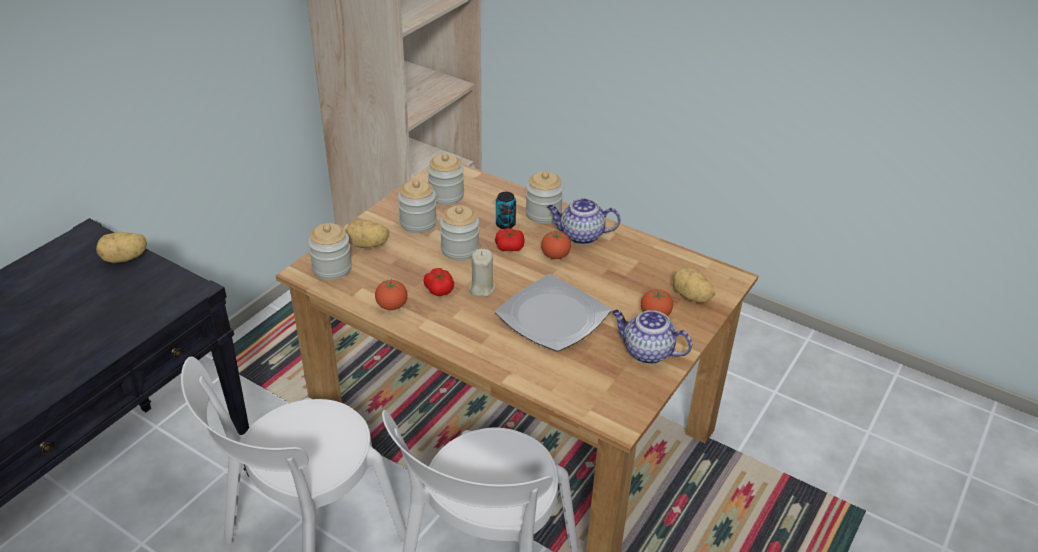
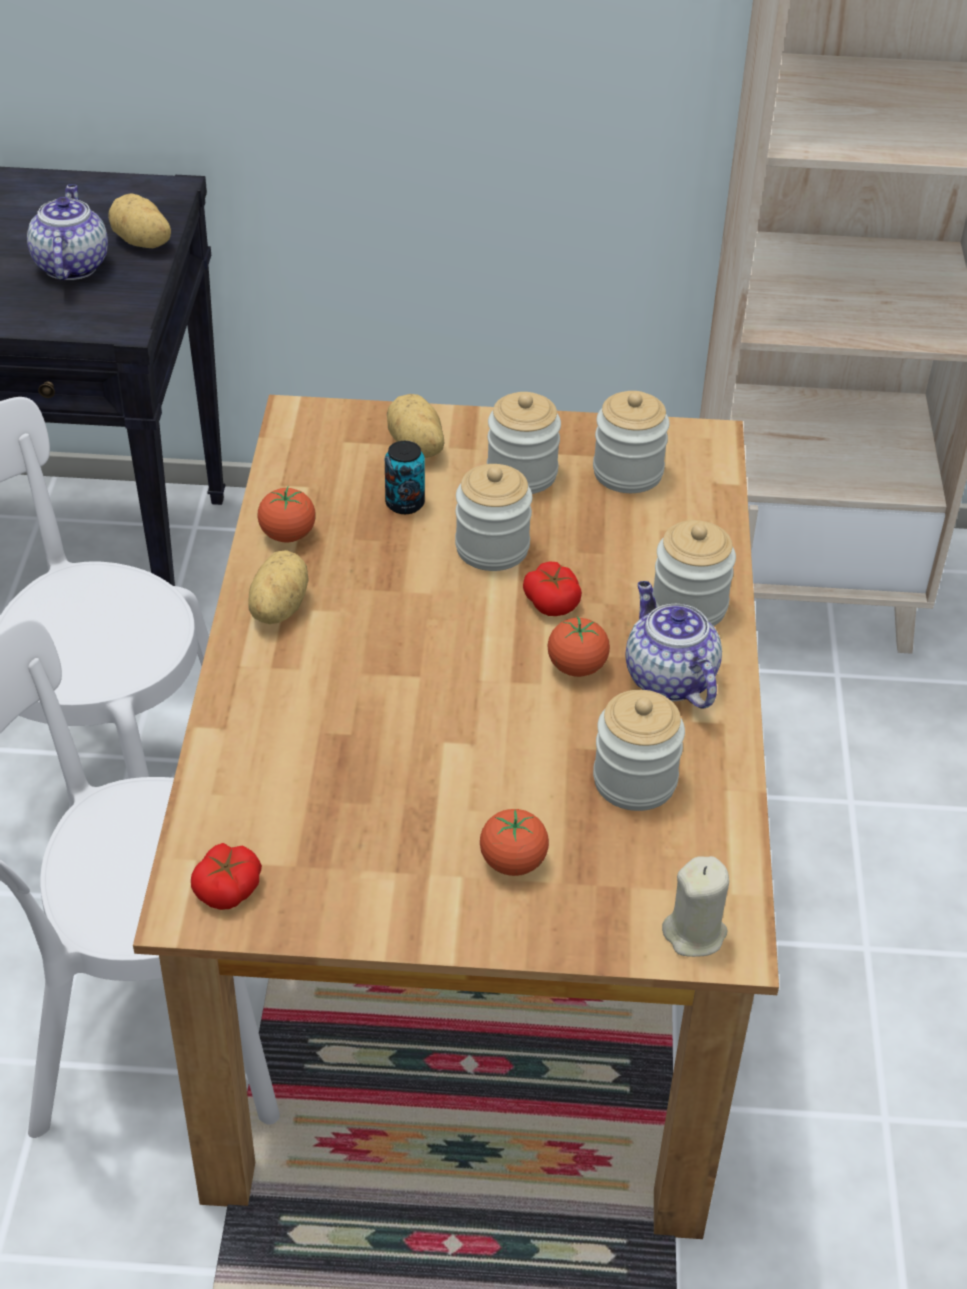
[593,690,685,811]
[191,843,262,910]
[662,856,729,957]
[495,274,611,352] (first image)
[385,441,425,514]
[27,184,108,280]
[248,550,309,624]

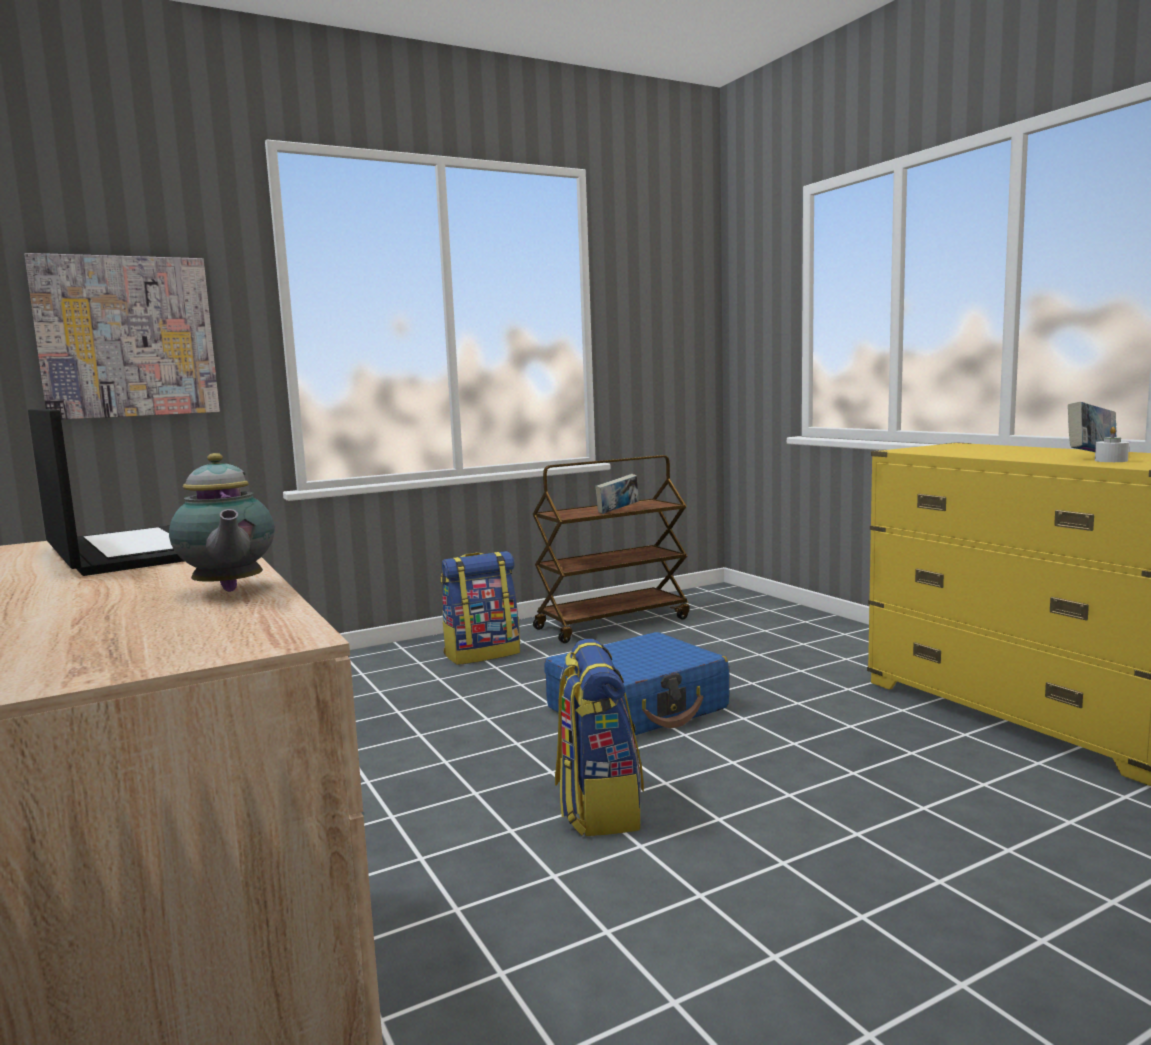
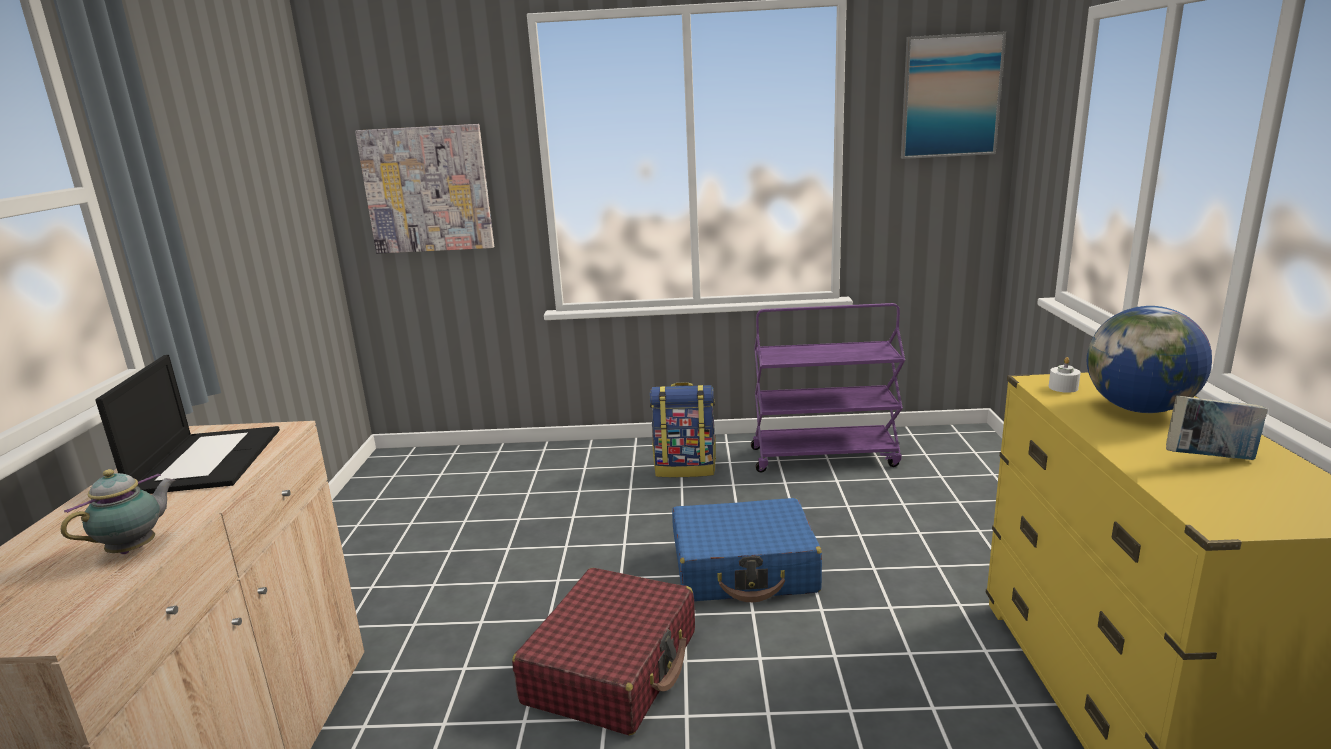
[60,469,176,554]
[751,303,905,472]
[512,568,695,736]
[595,474,639,514] (first image)
[1049,357,1081,393]
[901,31,1006,159]
[1087,306,1212,413]

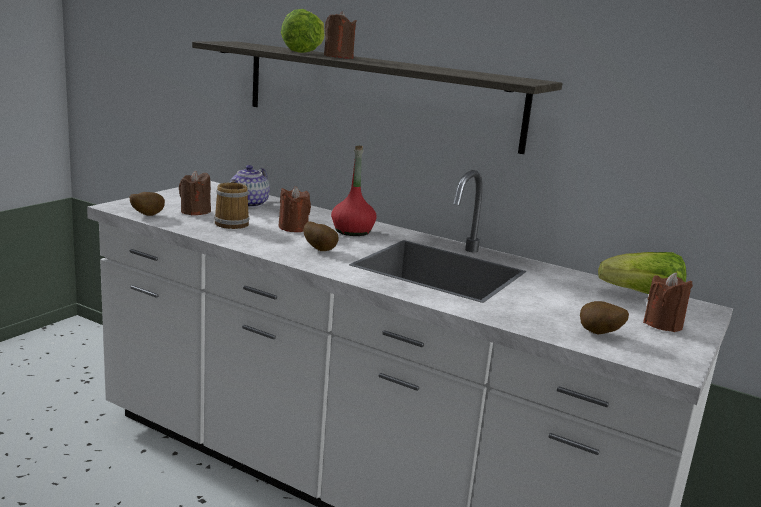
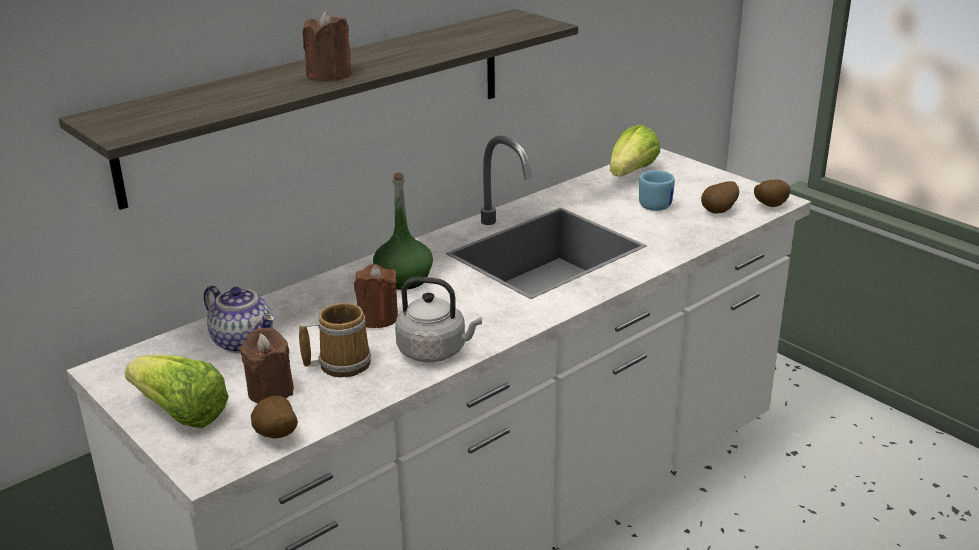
[124,355,229,428]
[754,180,791,207]
[373,173,433,290]
[643,272,693,332] (first image)
[395,277,482,362]
[639,170,675,211]

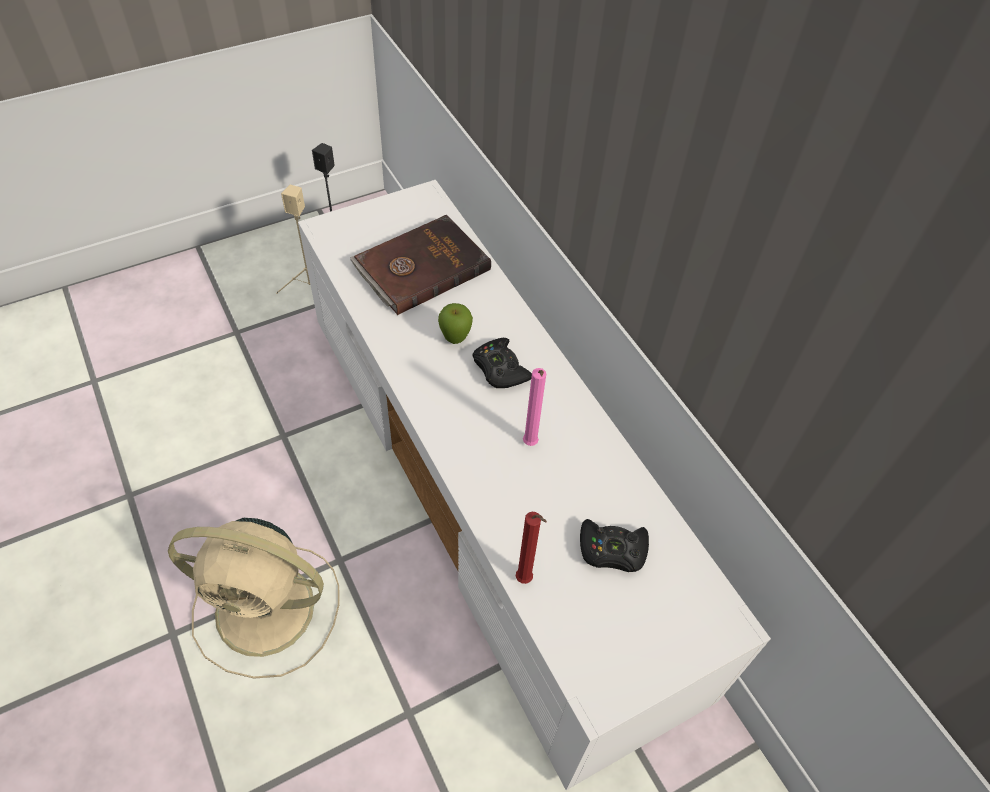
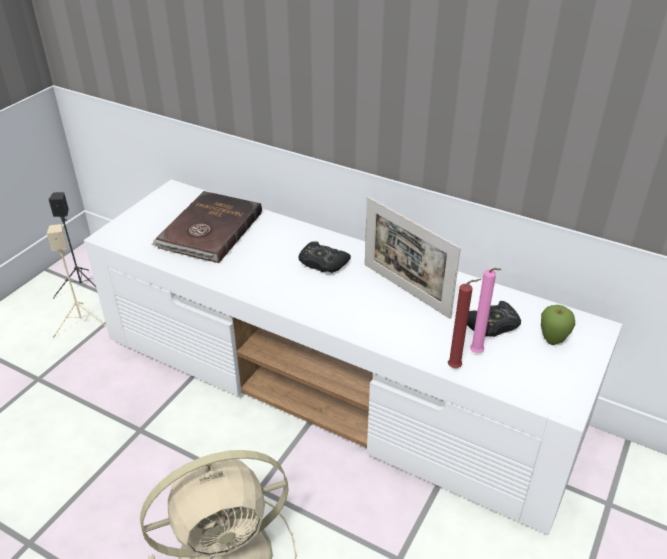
[541,305,575,345]
[470,268,501,353]
[365,196,461,319]

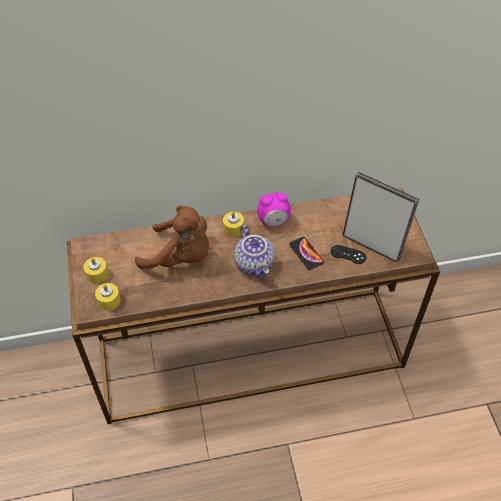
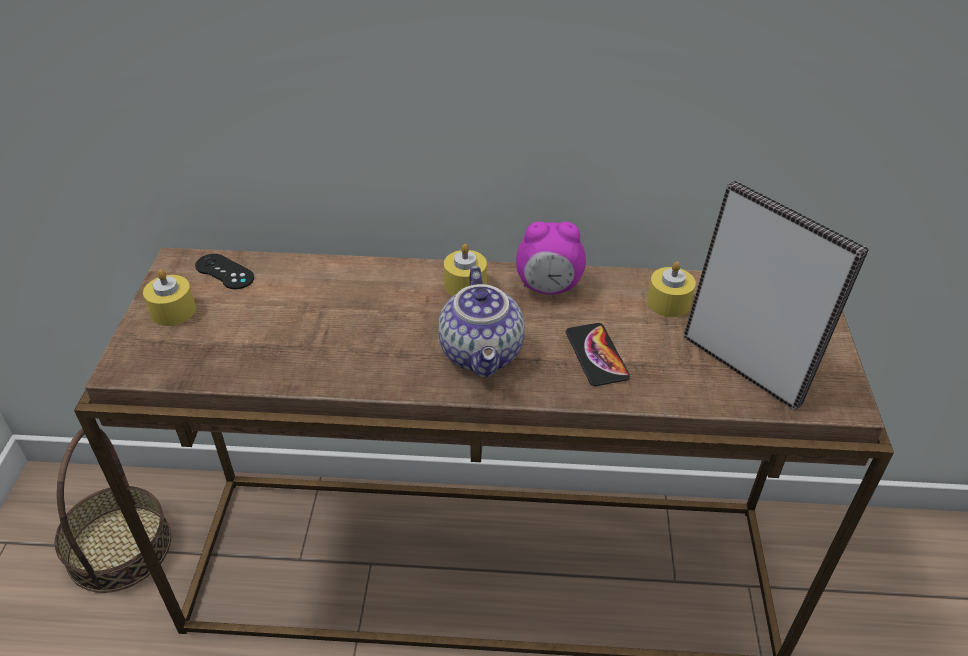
[647,262,696,317]
[135,205,209,269] (first image)
[195,254,254,289]
[55,429,171,593]

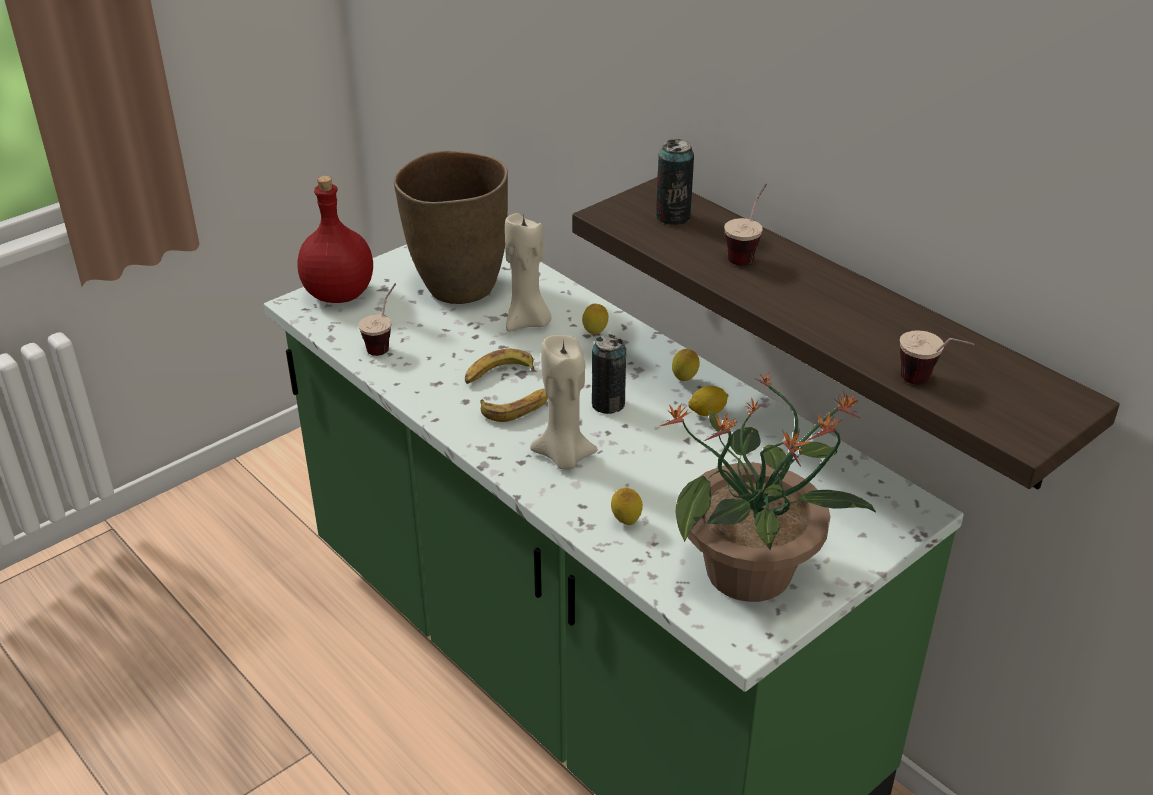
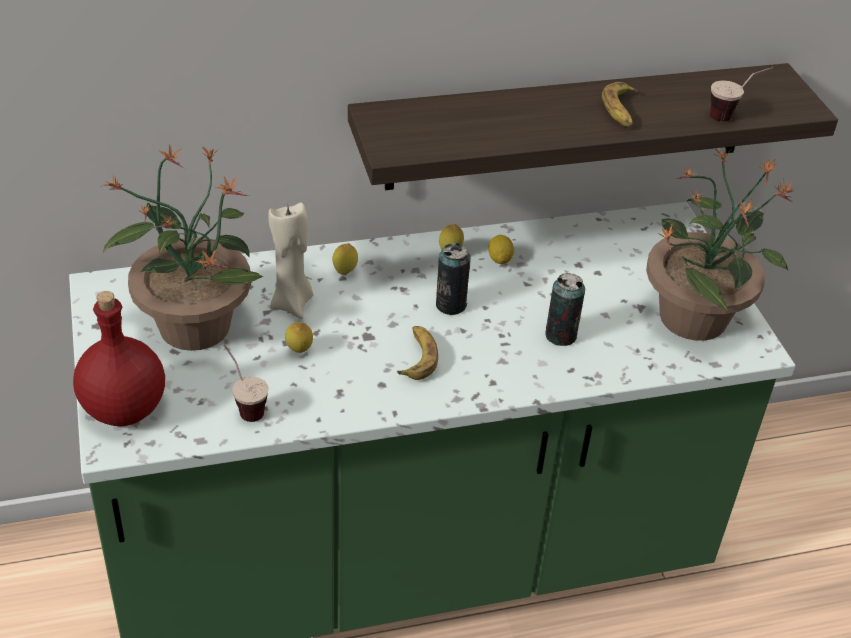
[102,144,263,351]
[602,82,638,127]
[530,335,598,470] (first image)
[285,322,313,353]
[545,273,585,346]
[724,183,767,266] (first image)

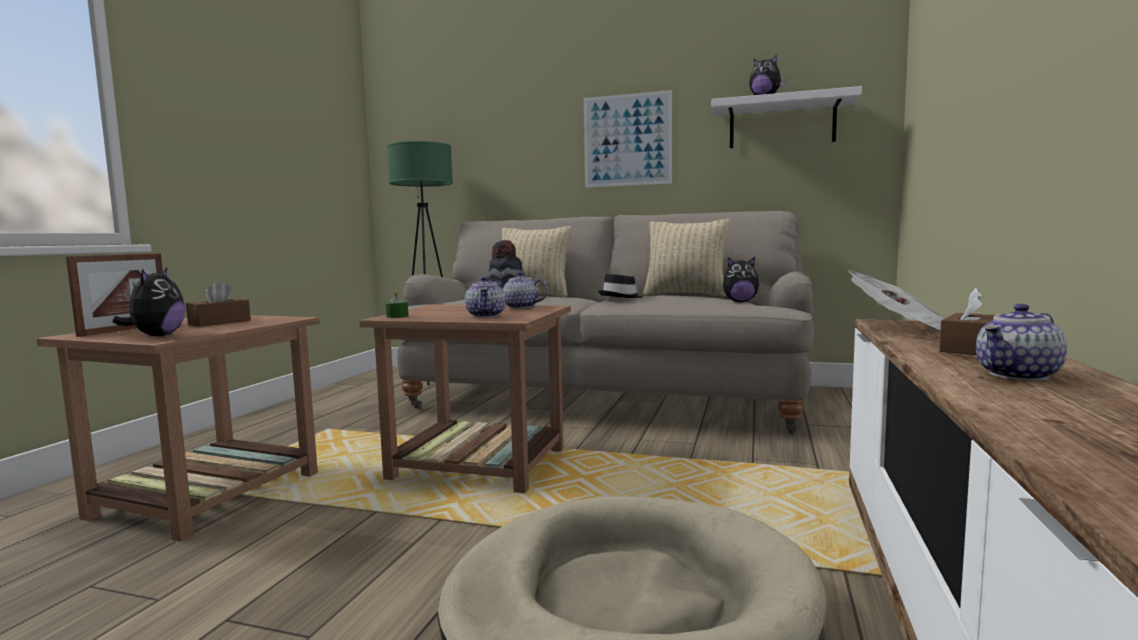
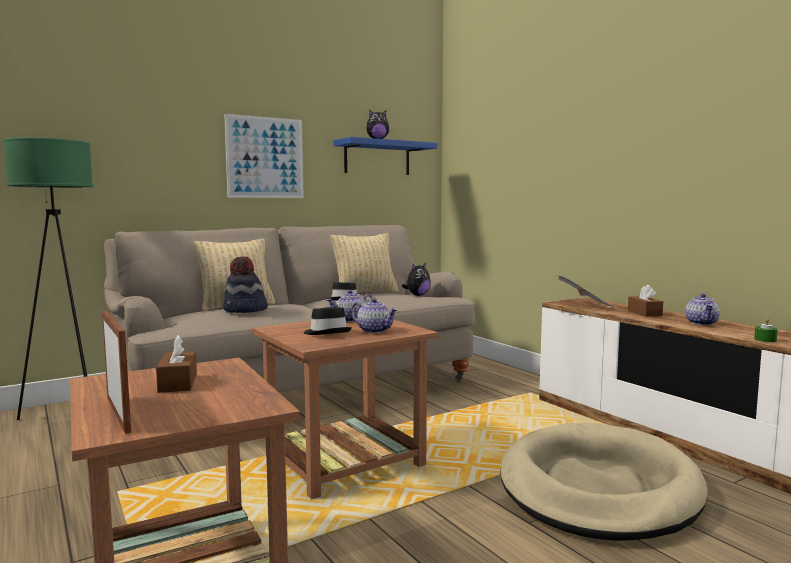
[112,268,185,336] (first image)
[754,318,778,343]
[334,137,437,175]
[304,307,352,335]

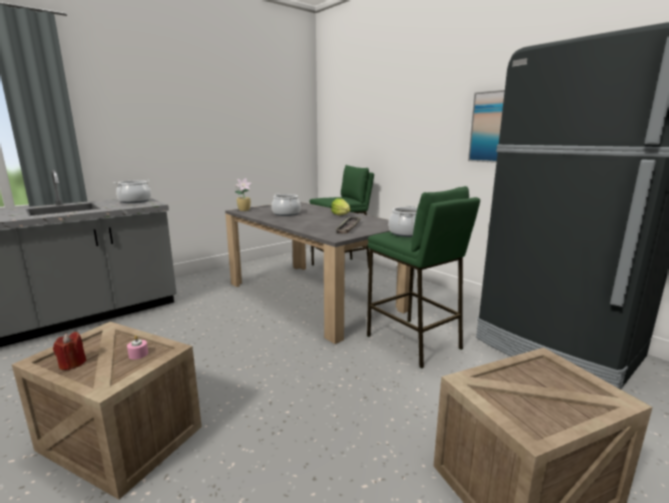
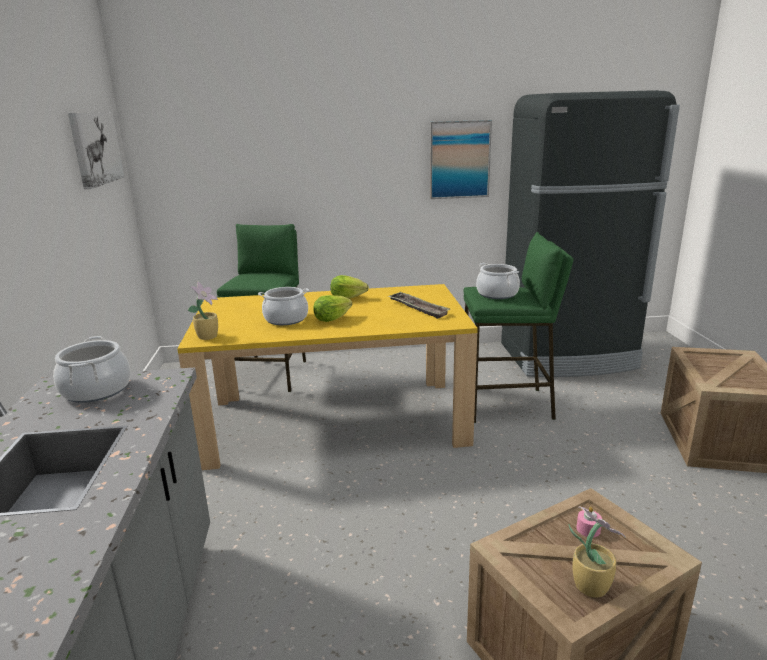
[568,506,625,598]
[177,284,478,470]
[68,112,124,189]
[313,295,352,322]

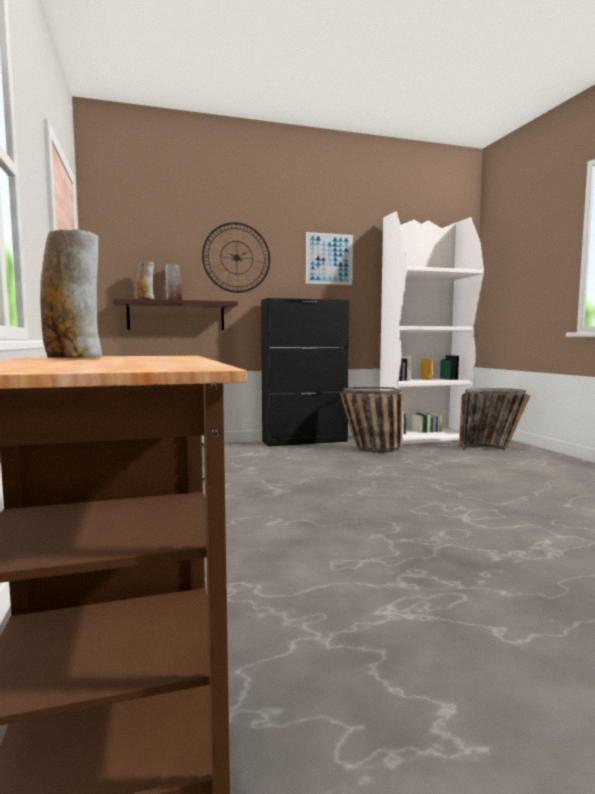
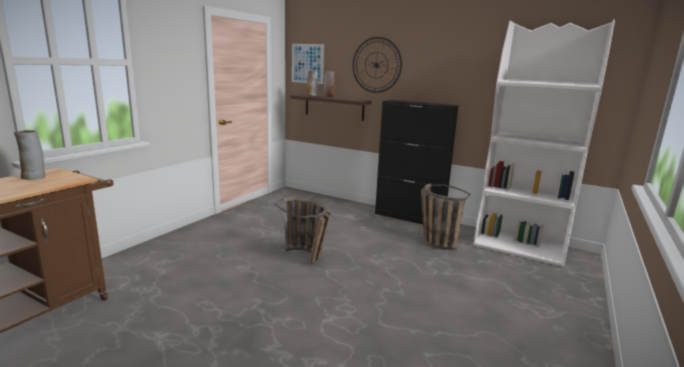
[292,44,324,84]
[275,197,330,265]

